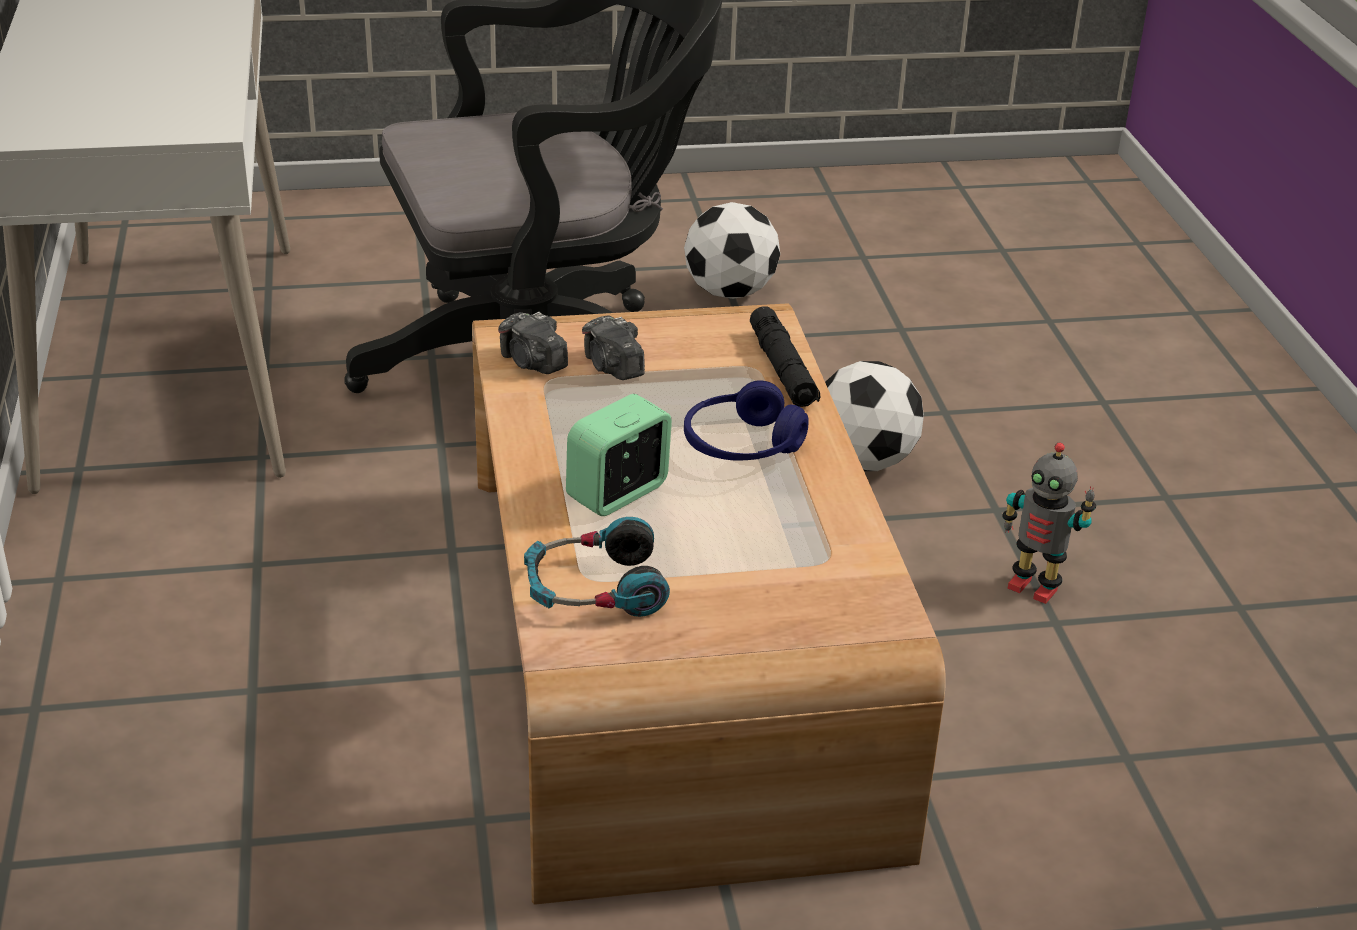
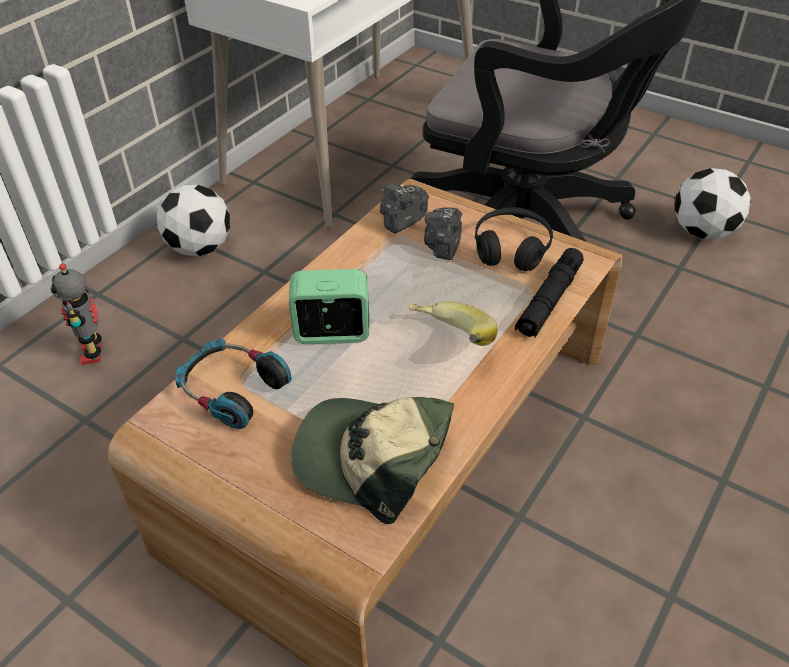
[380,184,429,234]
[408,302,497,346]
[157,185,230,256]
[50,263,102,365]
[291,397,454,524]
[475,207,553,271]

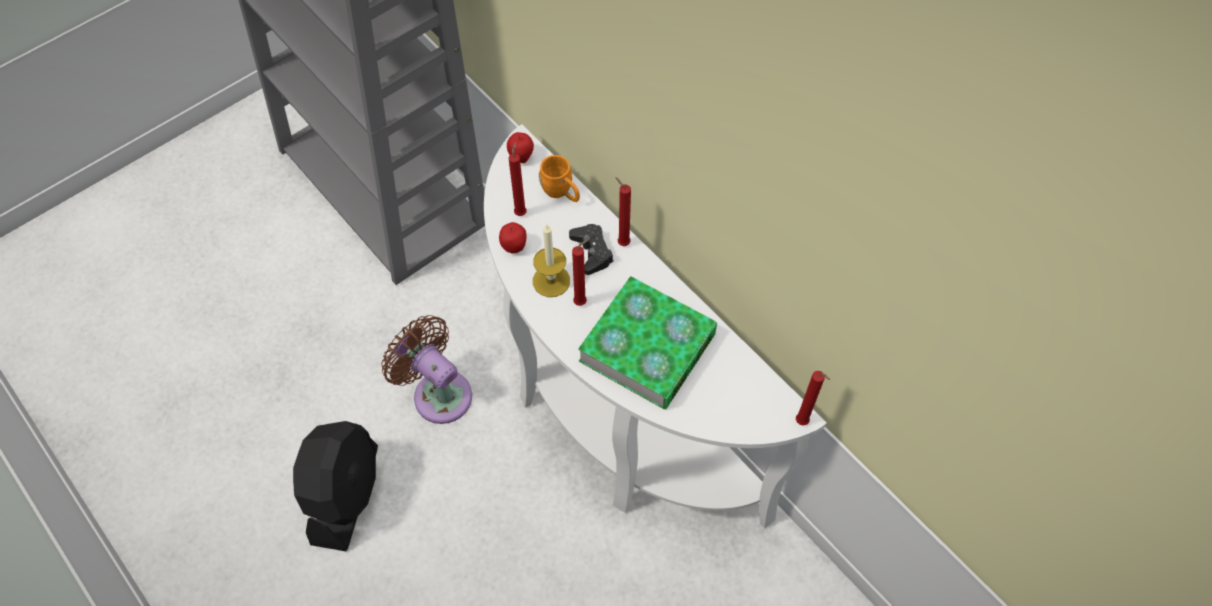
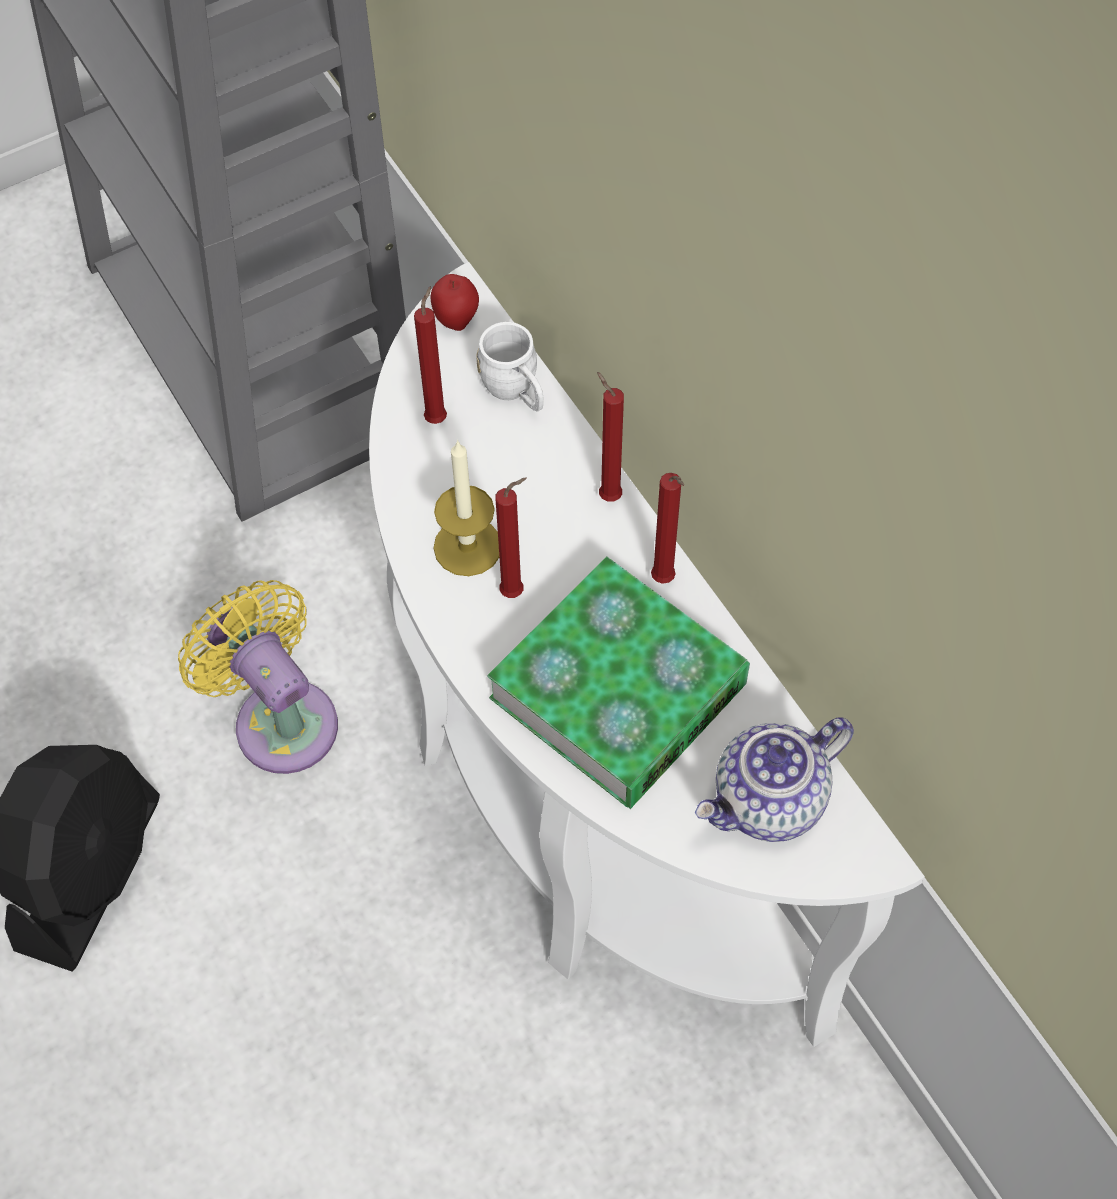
[178,580,338,774]
[499,222,527,254] (first image)
[476,322,544,412]
[569,224,614,275] (first image)
[651,473,684,584]
[695,718,854,842]

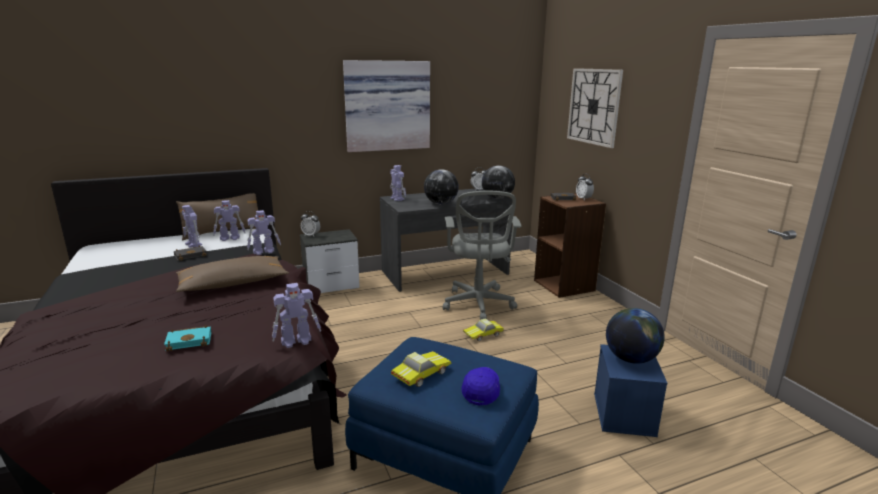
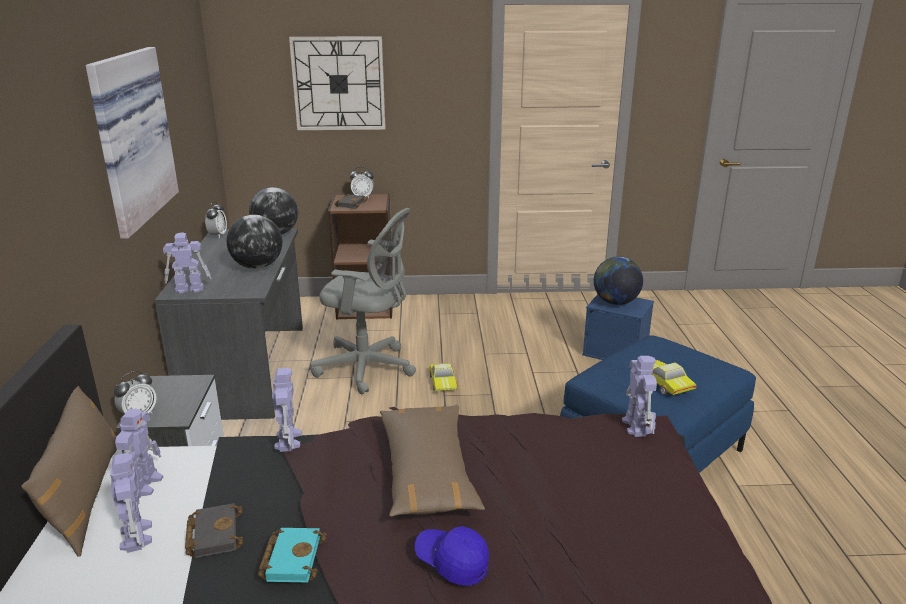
[258,528,327,582]
[110,453,152,553]
[415,526,489,586]

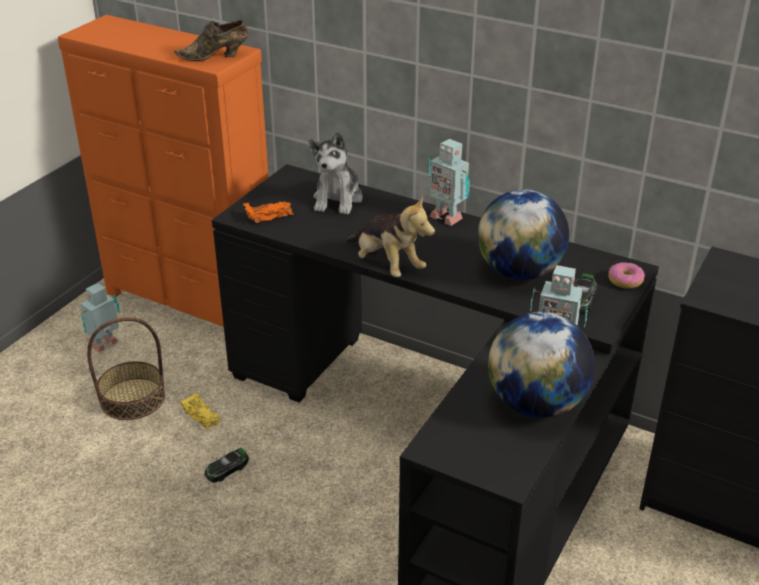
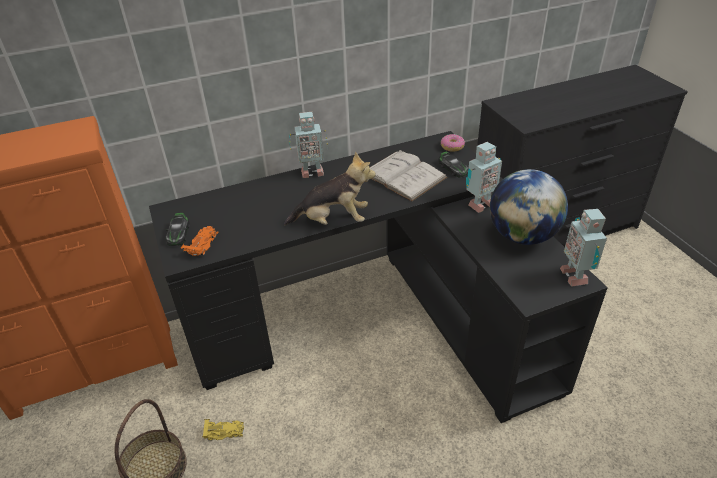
[560,209,607,287]
[174,20,249,61] (first image)
[166,213,190,246]
[308,132,363,215] (first image)
[369,150,447,201]

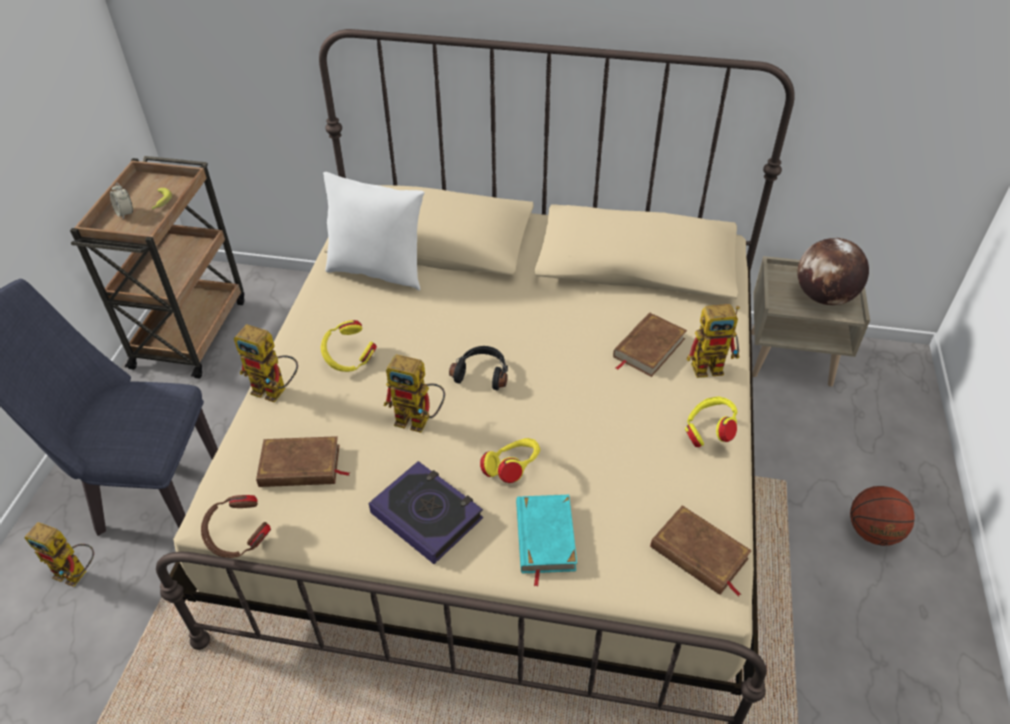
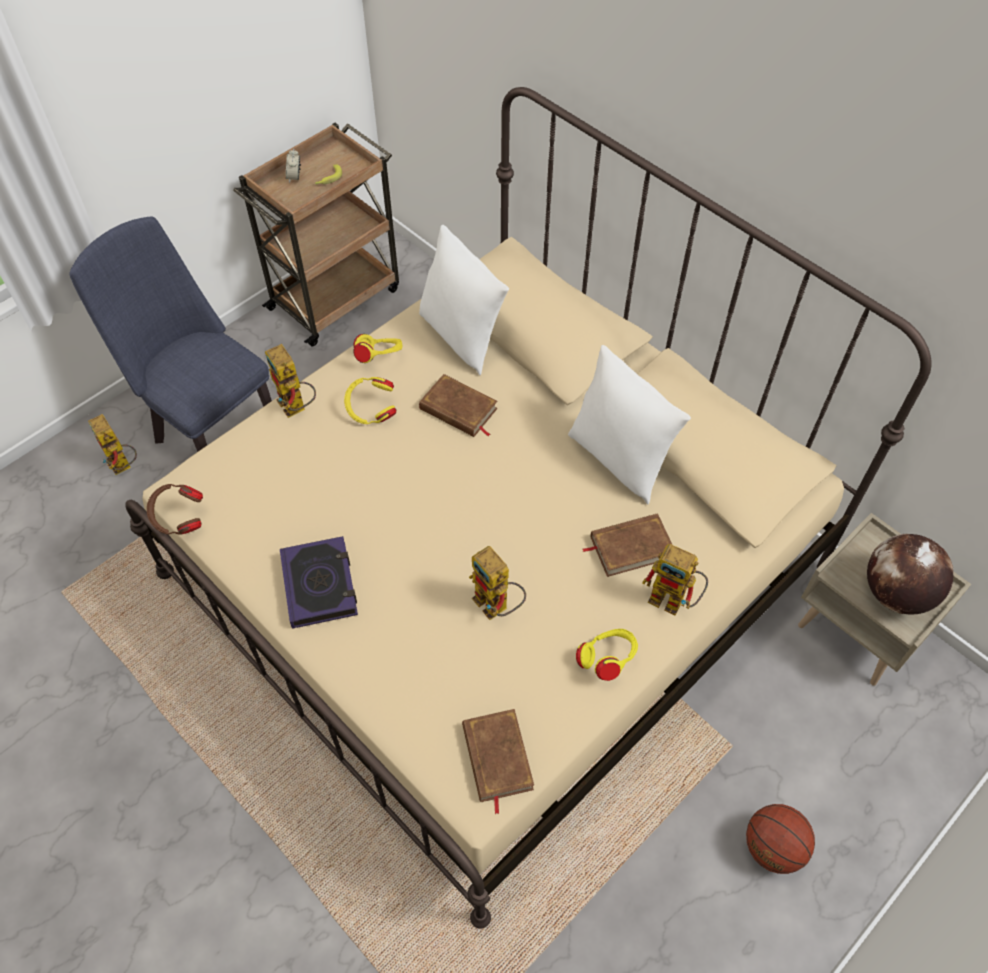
[419,374,498,437]
[469,546,526,620]
[449,346,508,390] (first image)
[353,334,402,363]
[516,495,577,587] (first image)
[568,345,691,505]

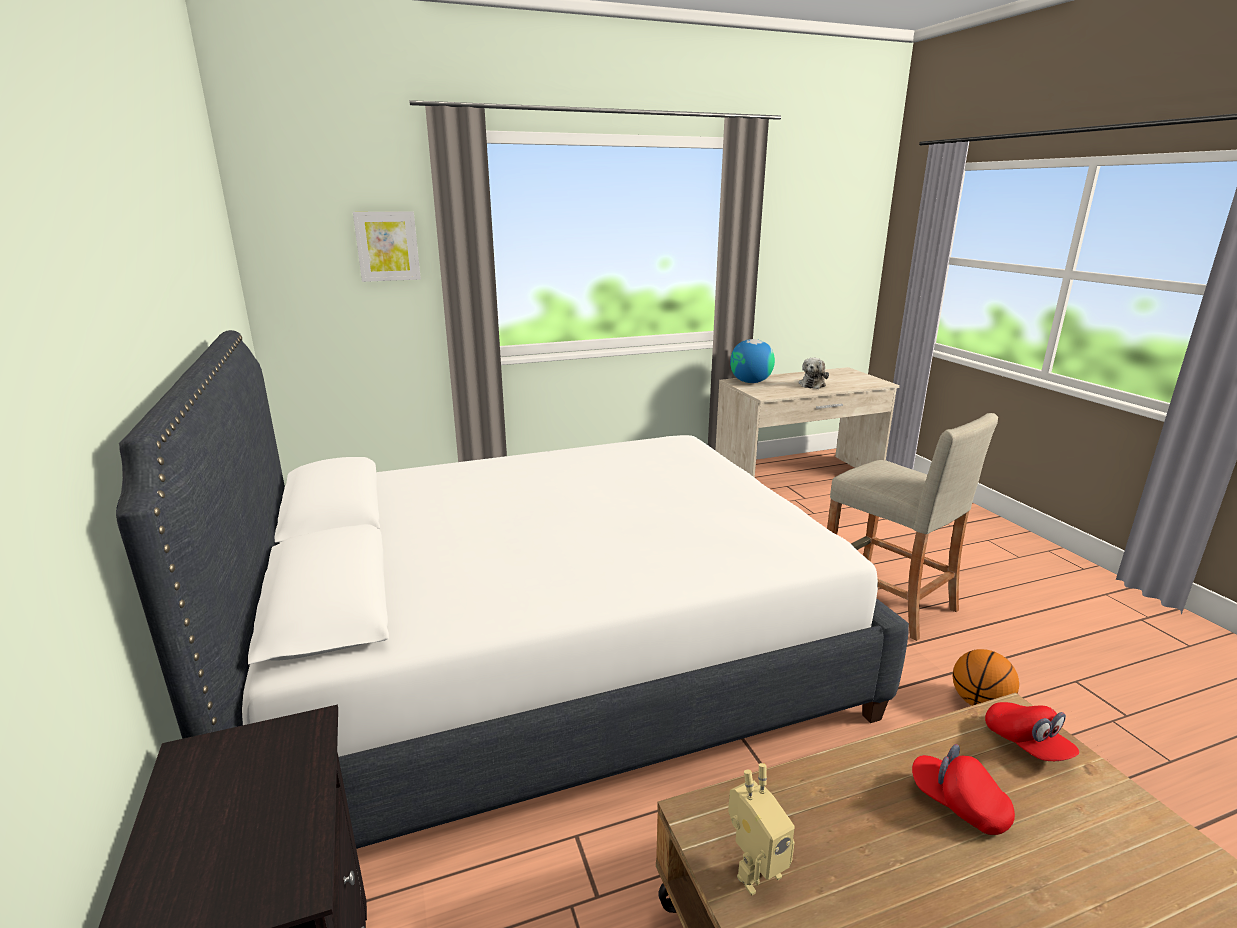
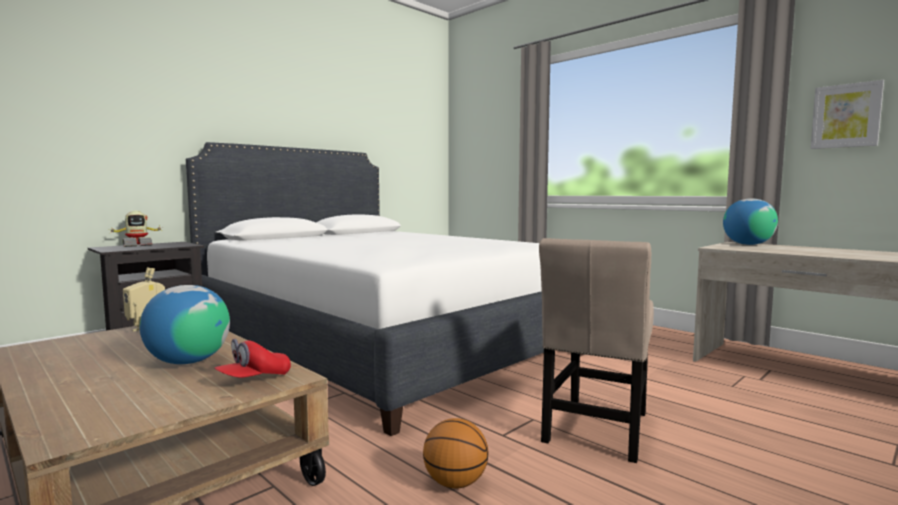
[811,80,884,149]
[799,357,829,389] (first image)
[539,238,654,463]
[140,285,230,364]
[109,211,163,247]

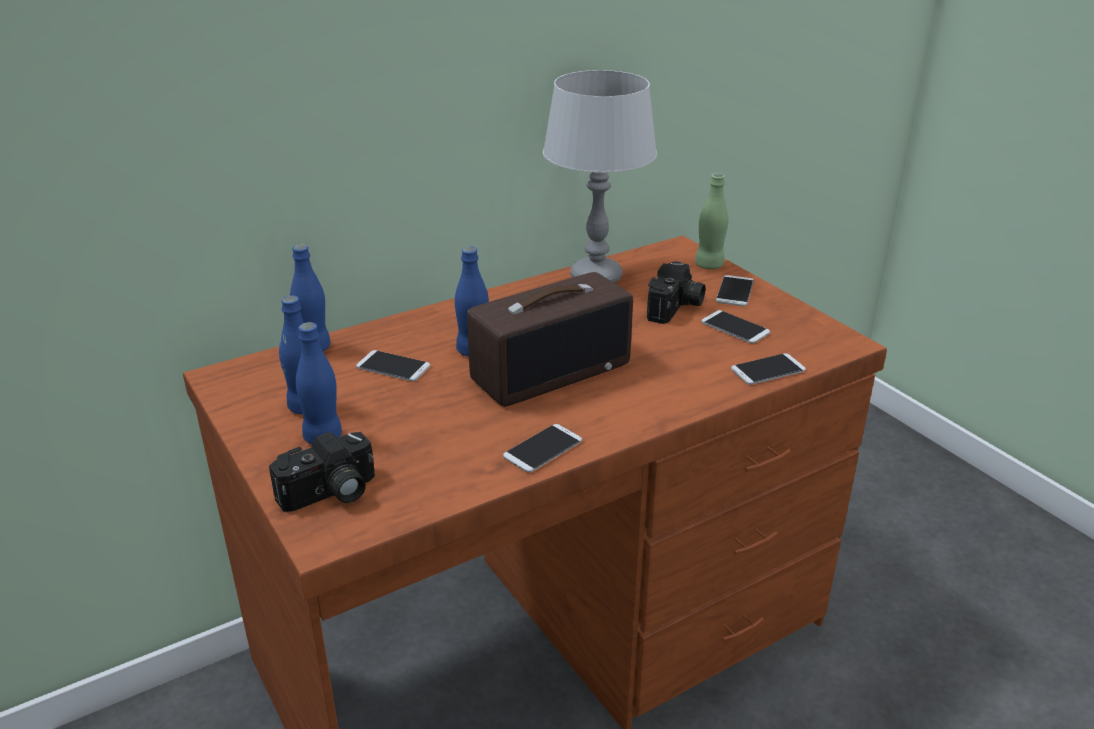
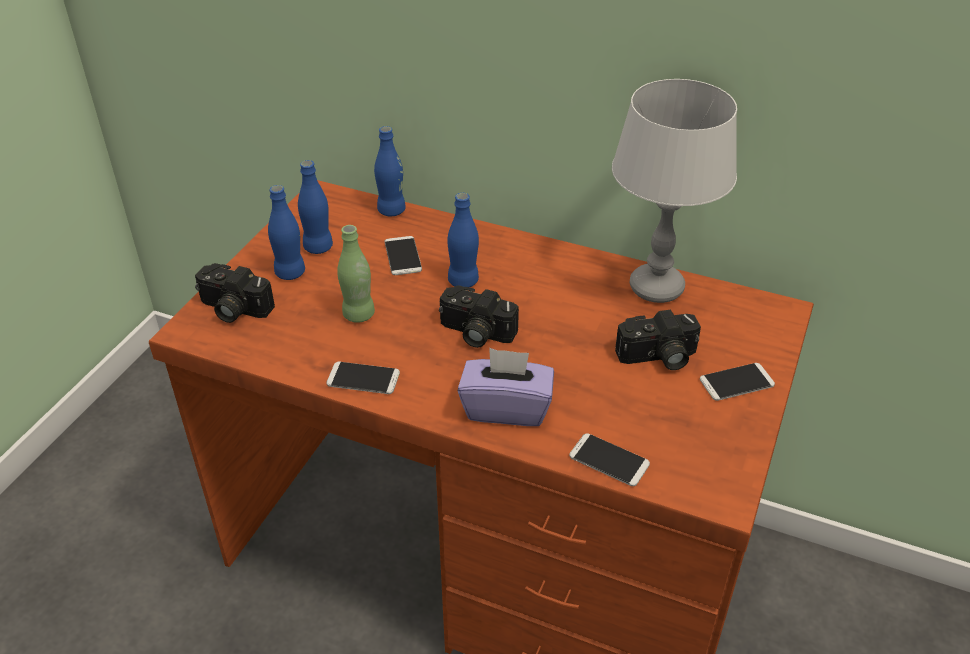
[439,285,519,348]
[337,225,375,323]
[701,310,770,343] (first image)
[458,348,554,426]

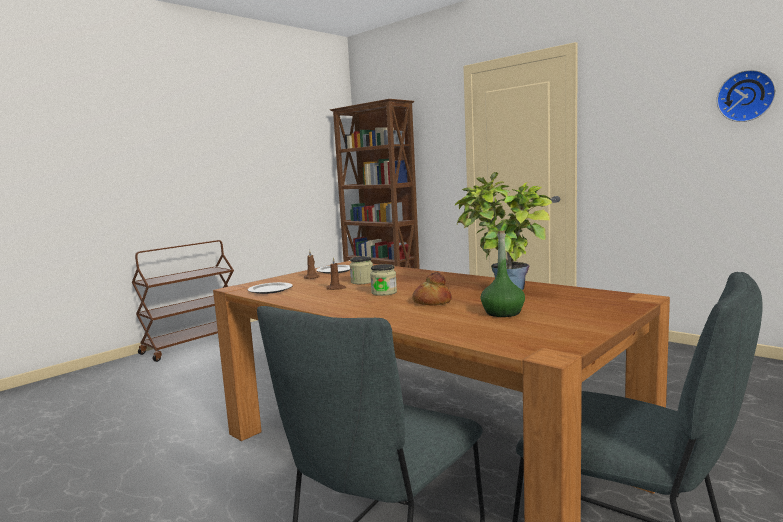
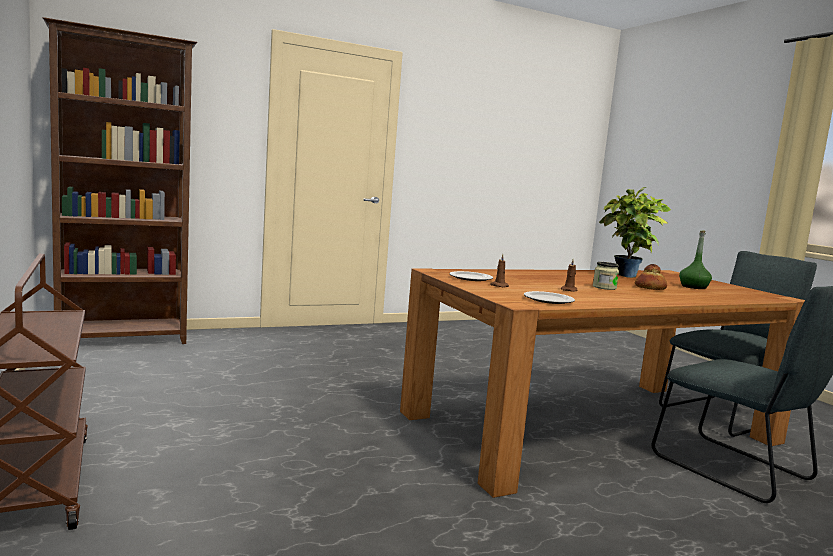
[350,256,373,284] (first image)
[717,70,776,122] (first image)

